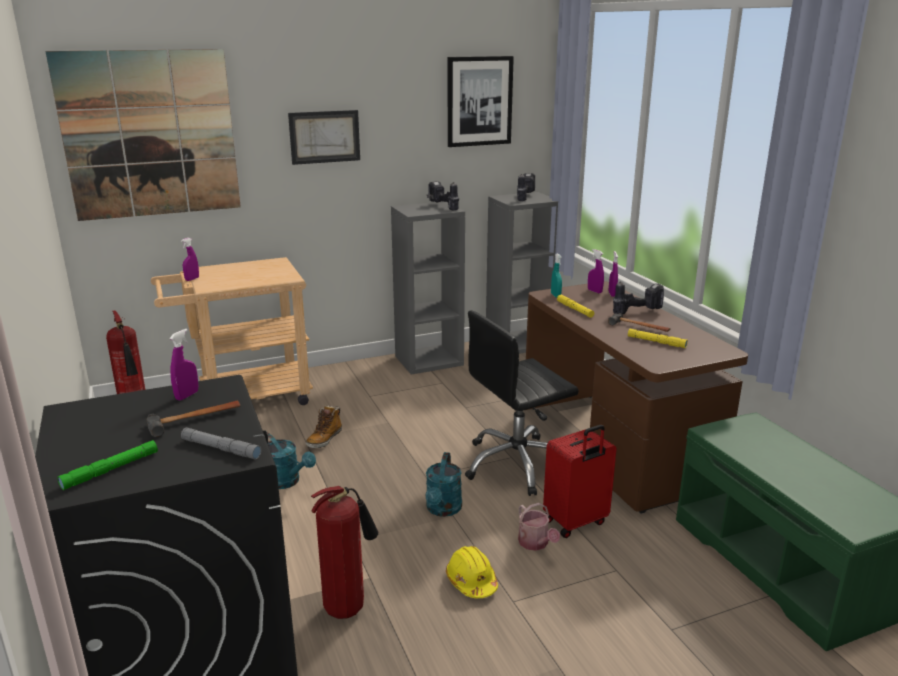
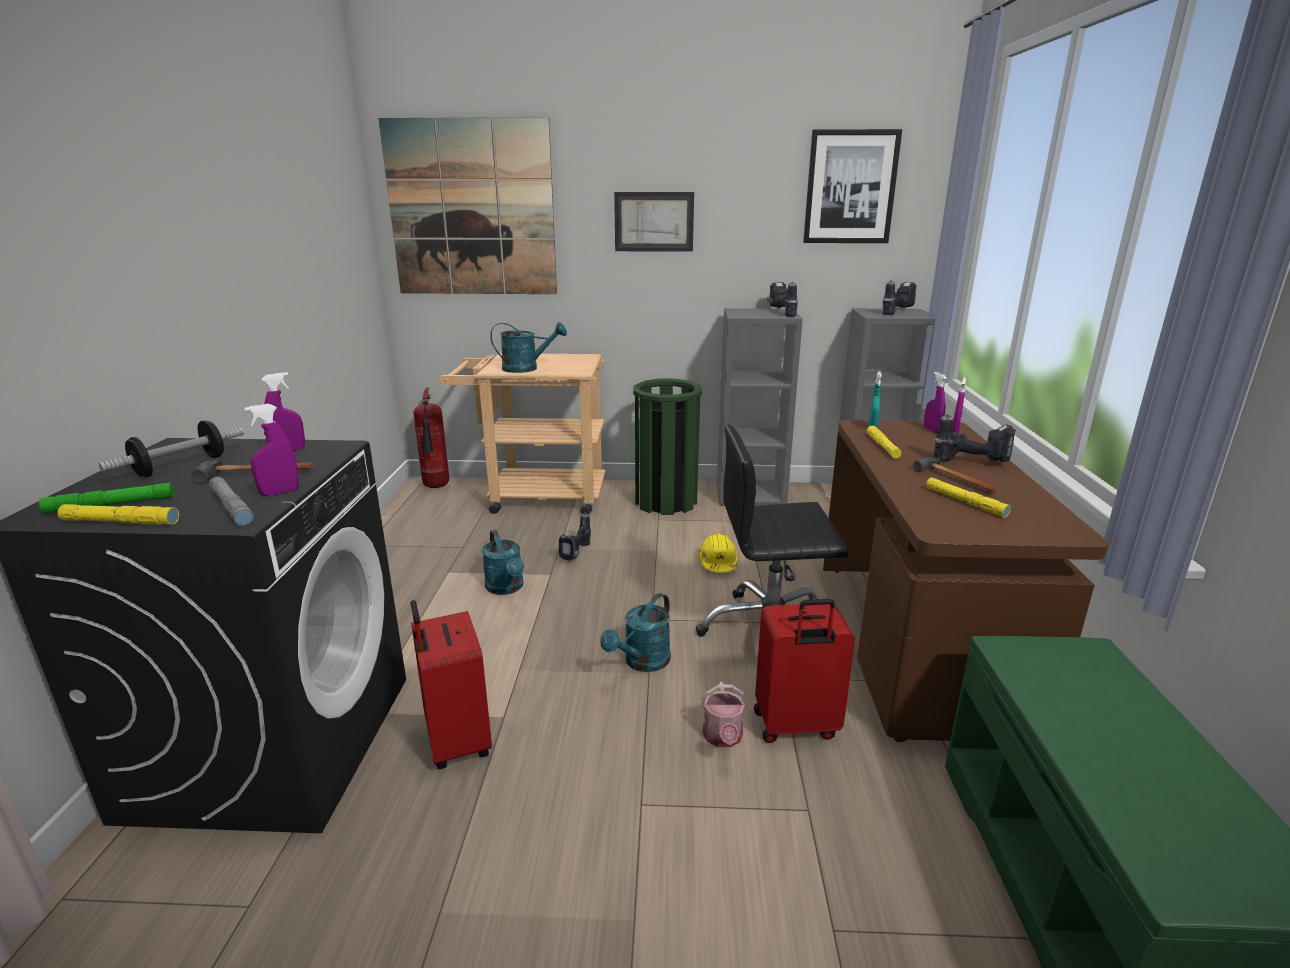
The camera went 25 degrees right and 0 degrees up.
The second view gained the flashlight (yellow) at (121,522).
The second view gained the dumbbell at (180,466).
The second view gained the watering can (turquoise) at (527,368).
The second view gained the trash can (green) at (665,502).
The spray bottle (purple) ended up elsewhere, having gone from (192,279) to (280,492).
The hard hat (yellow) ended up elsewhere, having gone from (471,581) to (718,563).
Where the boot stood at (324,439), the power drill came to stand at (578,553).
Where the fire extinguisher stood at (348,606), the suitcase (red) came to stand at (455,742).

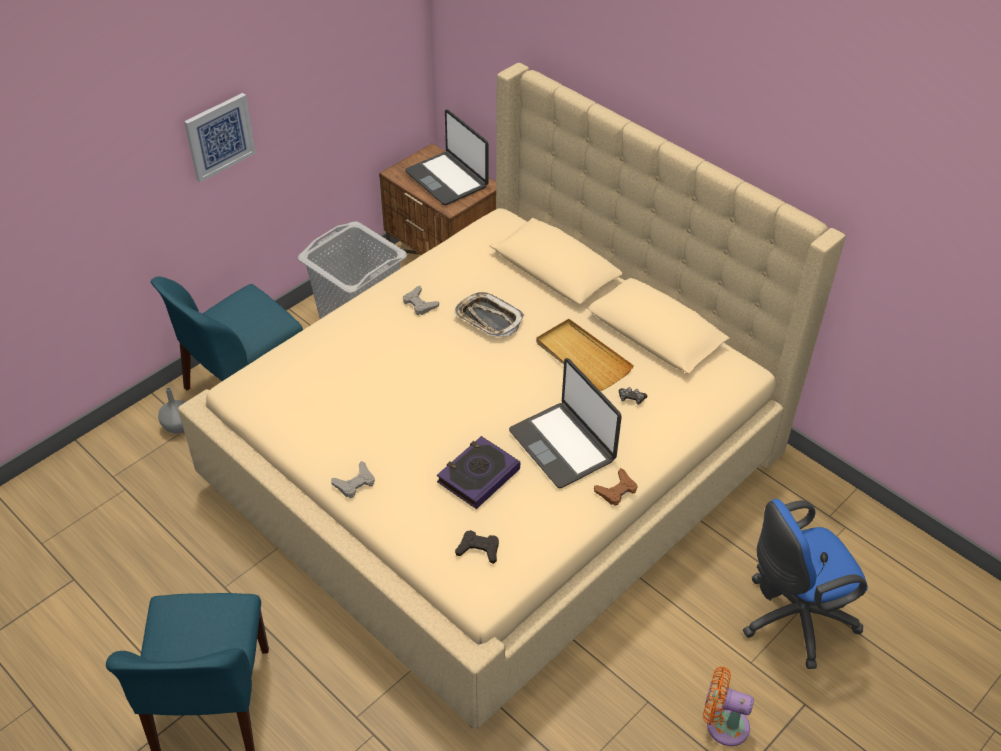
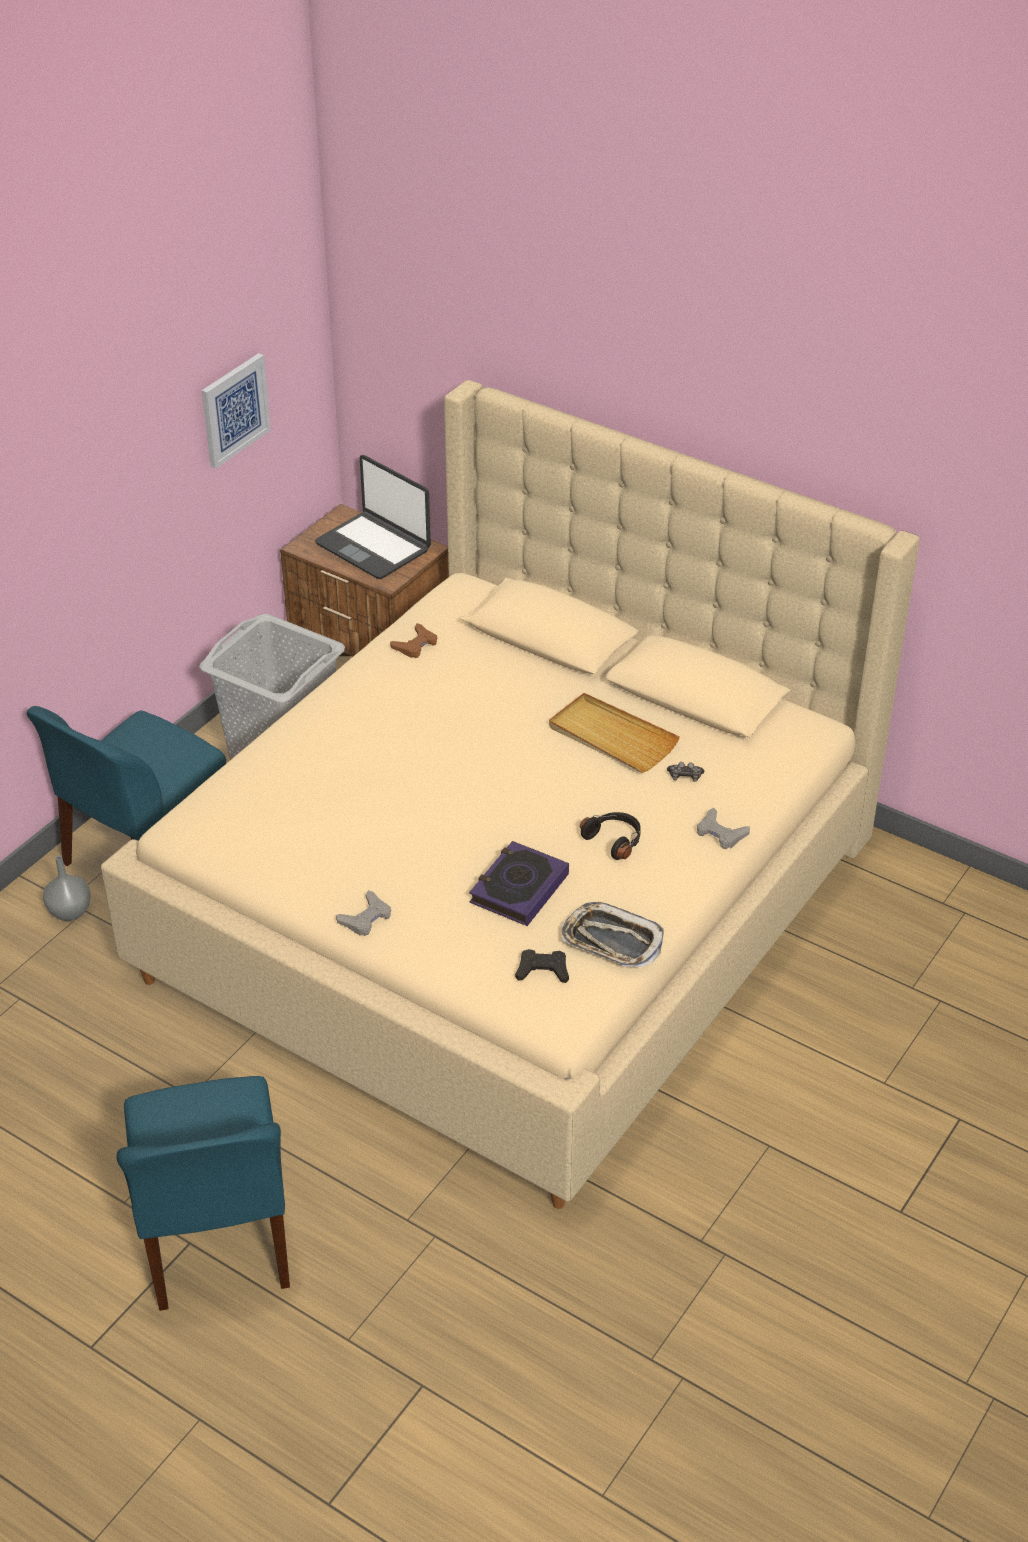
The camera went 10 degrees left and 5 degrees down.
The second view lost the fan (orange) at (723,724).
The second view lost the office chair (blue) at (791,619).
The picture ended up elsewhere, having gone from (219,136) to (234,409).
The game controller (grey) ended up elsewhere, having gone from (419,304) to (720,833).
The tray ended up elsewhere, having gone from (488,319) to (612,941).
The game controller (brown) ended up elsewhere, having gone from (616,490) to (415,645).
Where the laptop stood at (563,445), the headphones (black) came to stand at (614,840).

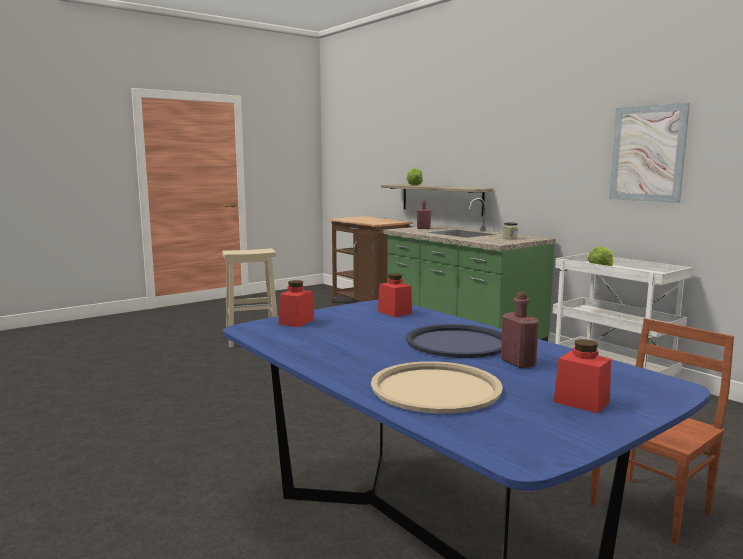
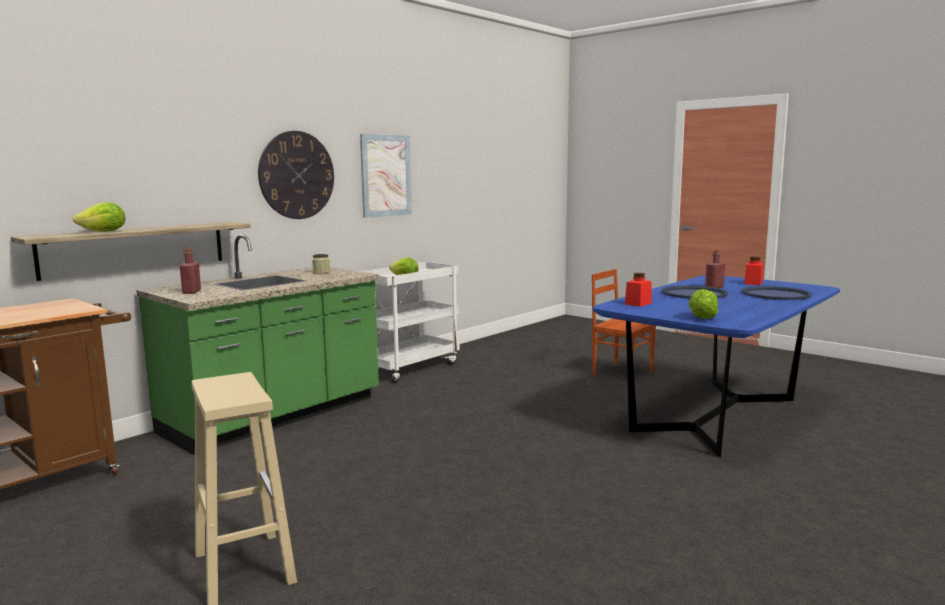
The camera went 100 degrees left and 0 degrees up.
The second view gained the wall clock at (297,175).
Where the jar (red) stood at (296,322), the lettuce came to stand at (702,318).
What was the tray (beige) at (435,388) turned into the tray (blue) at (776,294).

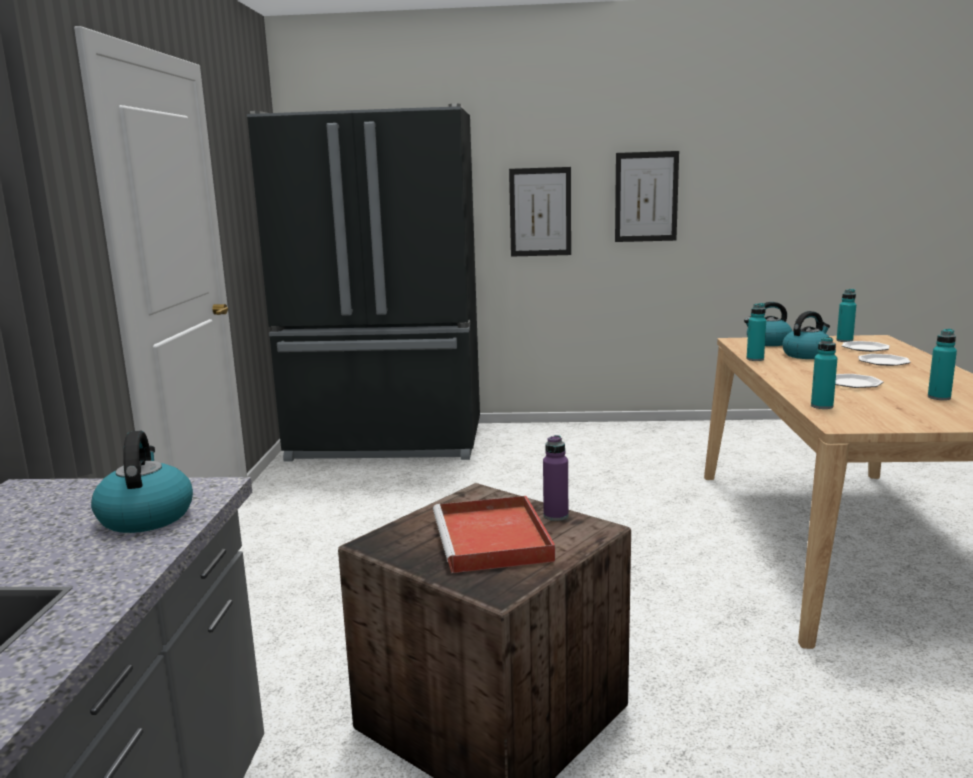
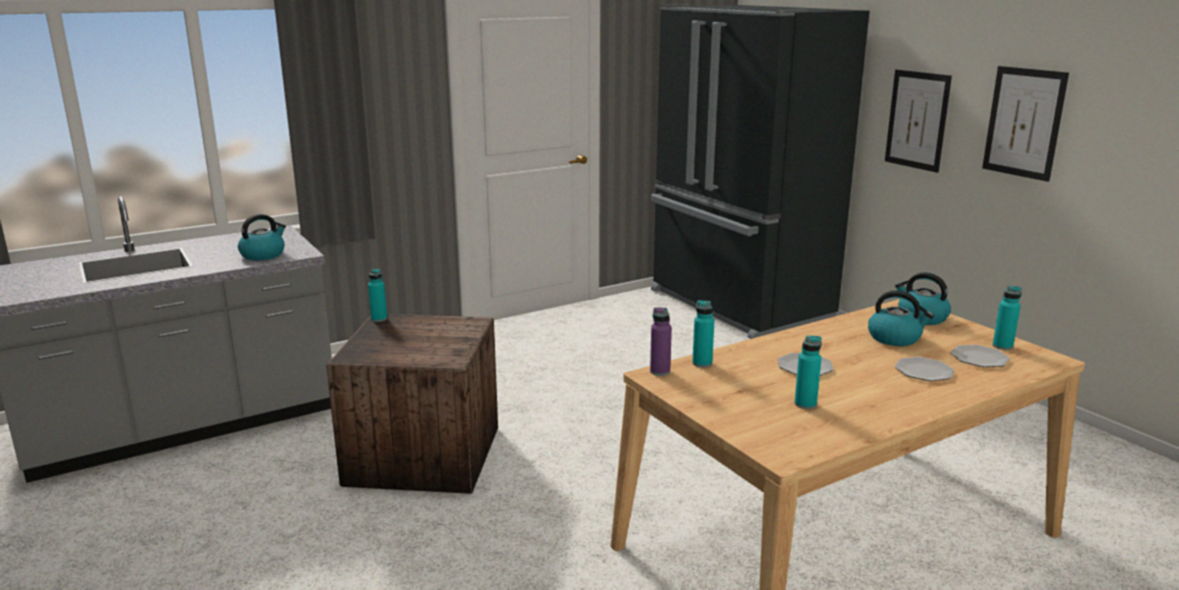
The camera went 55 degrees right and 5 degrees up.
The second view lost the tray (red) at (493,540).
The bottle (purple) ended up elsewhere, having gone from (556,516) to (660,371).
The bottle (turquoise) ended up elsewhere, having gone from (755,359) to (379,319).

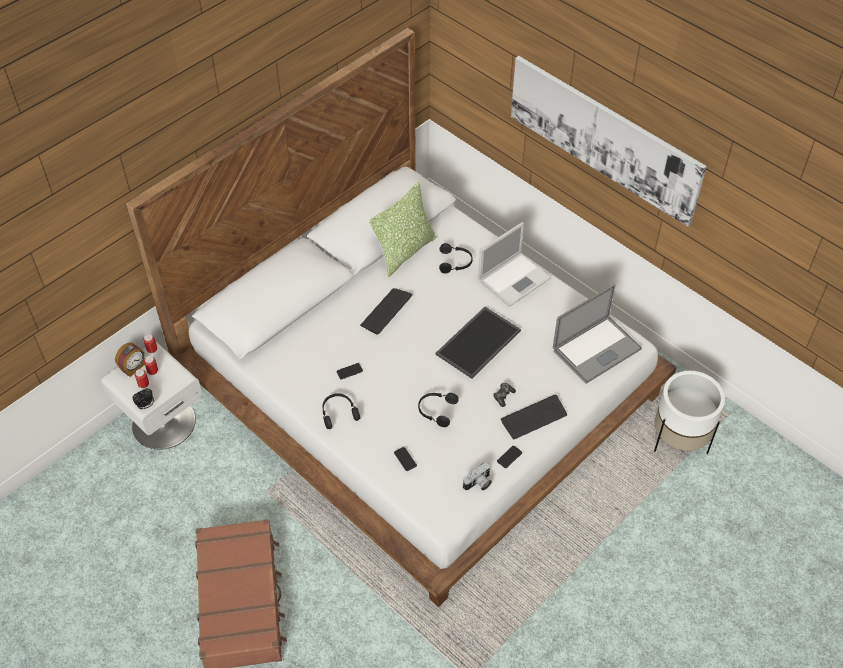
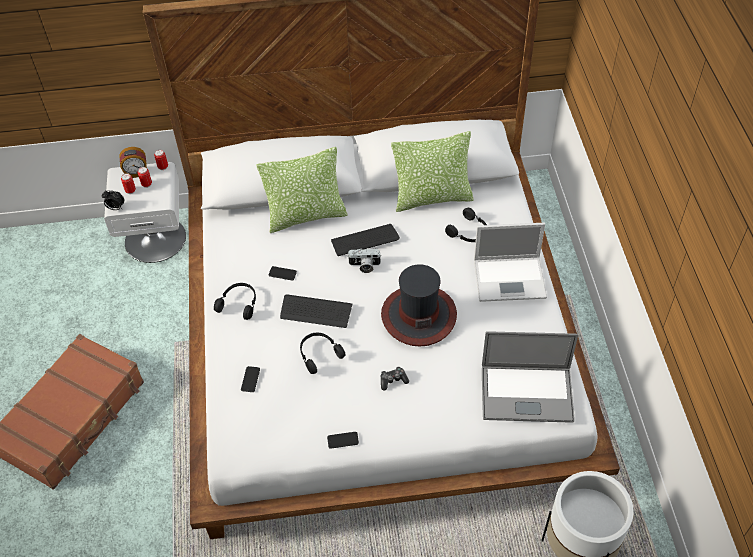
The camera went 40 degrees right and 0 degrees up.
The second view lost the picture at (603,138).
The second view gained the pillow at (306,216).
The photo camera ended up elsewhere, having gone from (478,483) to (364,266).
The keyboard ended up elsewhere, having gone from (534,418) to (316,312).
Where the tray stood at (477,341), the hat came to stand at (418,315).

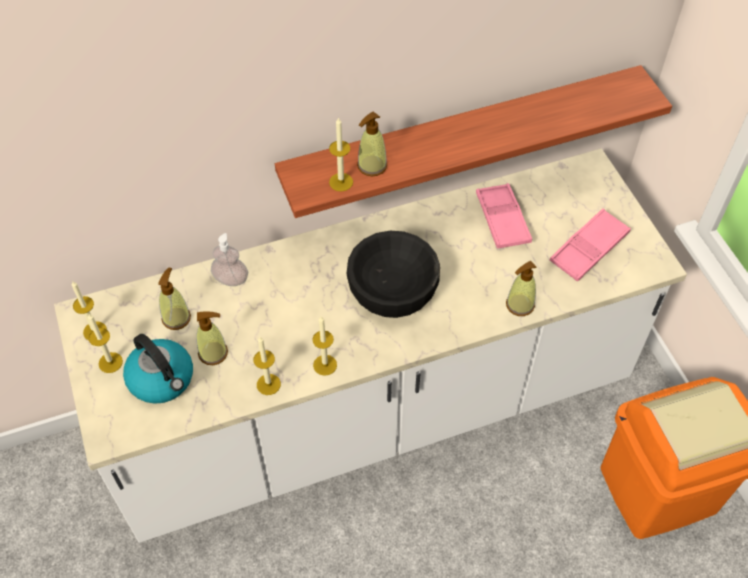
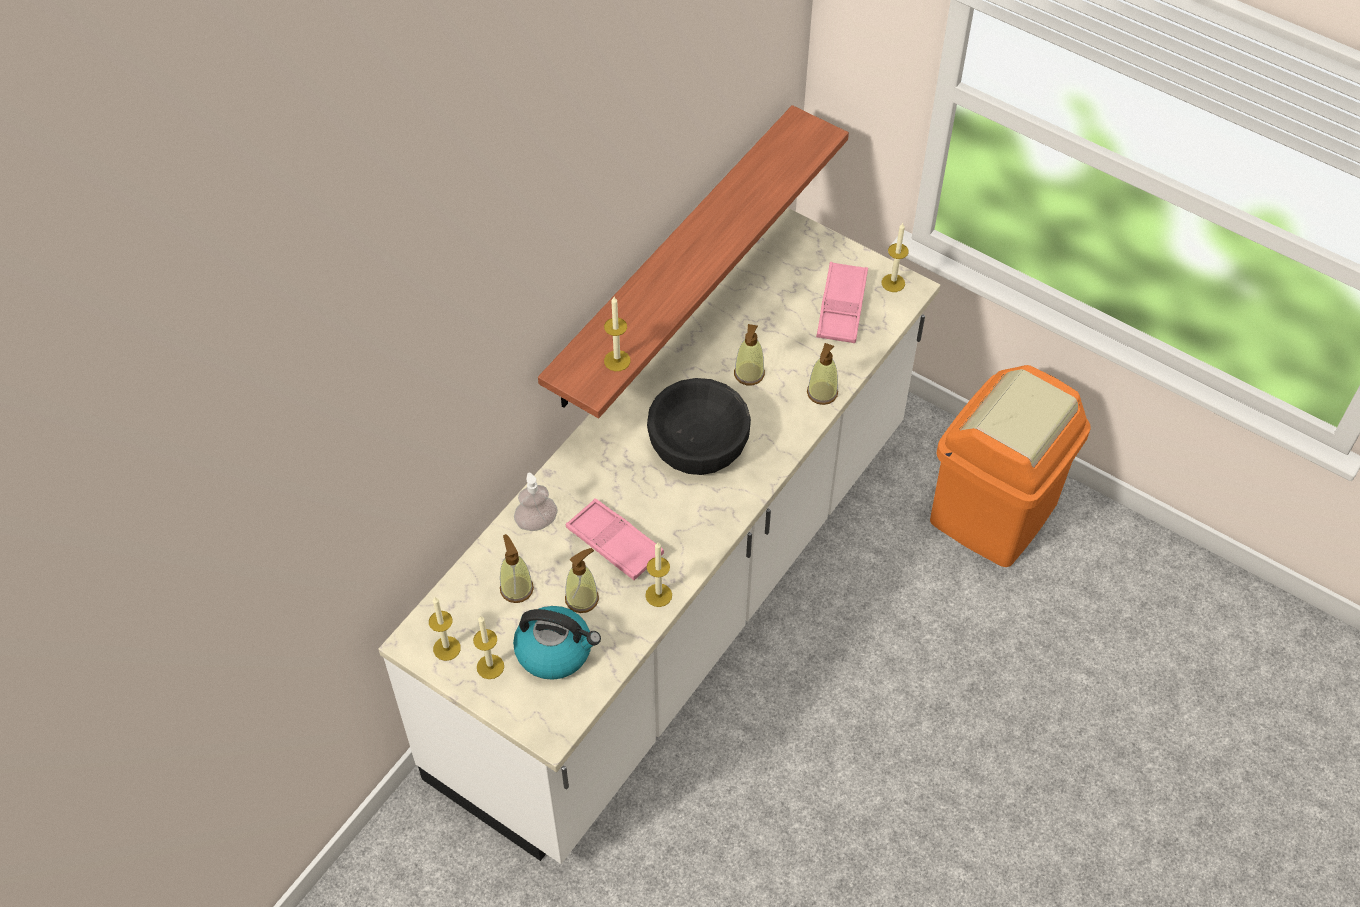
The camera went 35 degrees left and 0 degrees up.
The candle ended up elsewhere, having gone from (325,365) to (893,283).
The soap dispenser ended up elsewhere, having gone from (372,166) to (749,374).
The tray (pink) ended up elsewhere, having gone from (502,220) to (614,543).

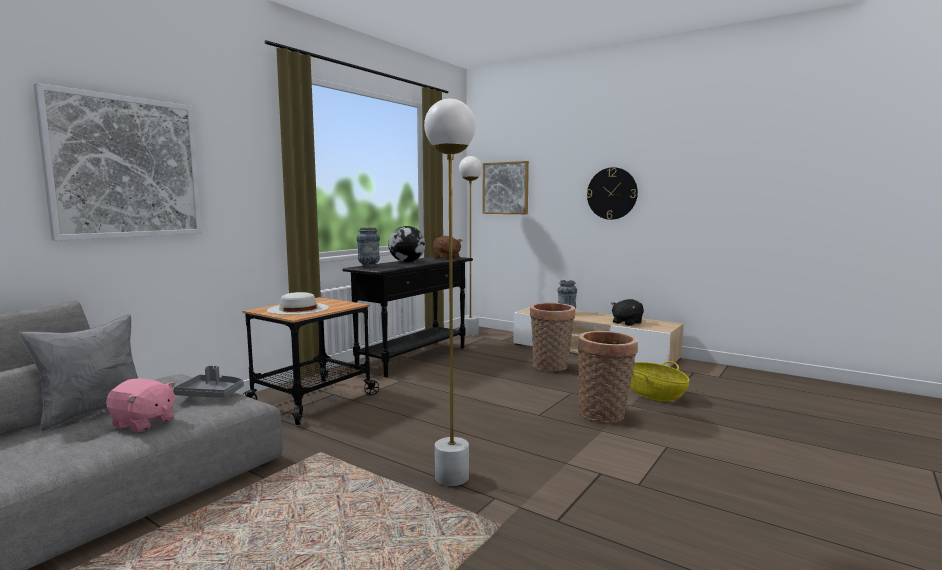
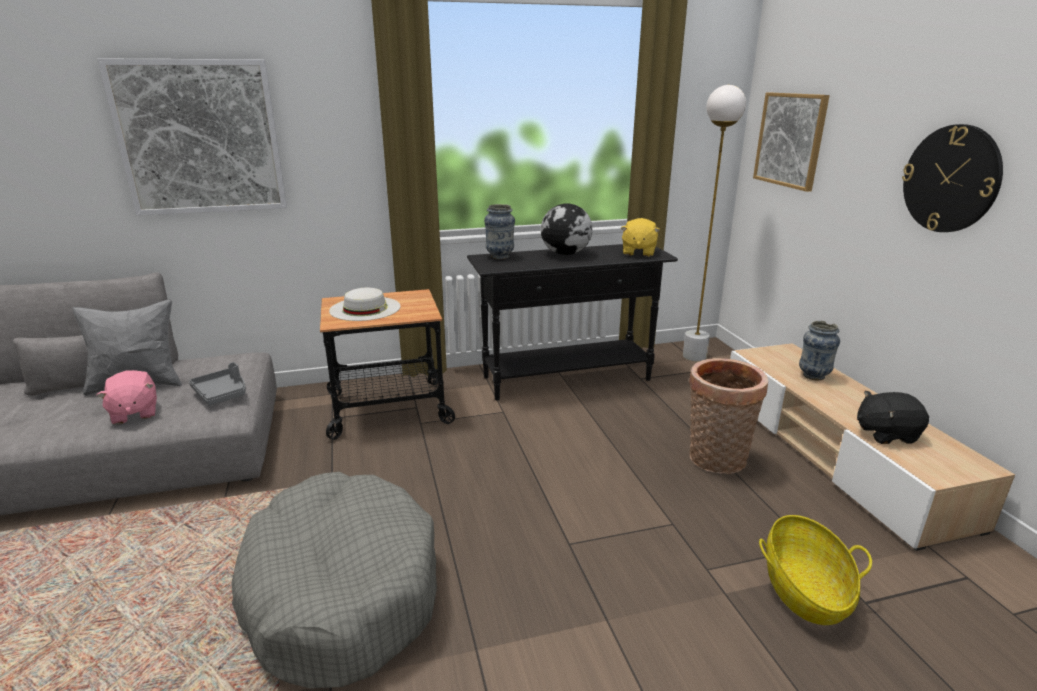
The camera went 40 degrees right and 15 degrees up.
The second view lost the basket at (604,415).
Where the floor lamp (white) stood at (452,477), the dog bed (grey) came to stand at (340,591).
What was the plush toy (brown) at (446,258) turned into the plush toy (yellow) at (638,252).

